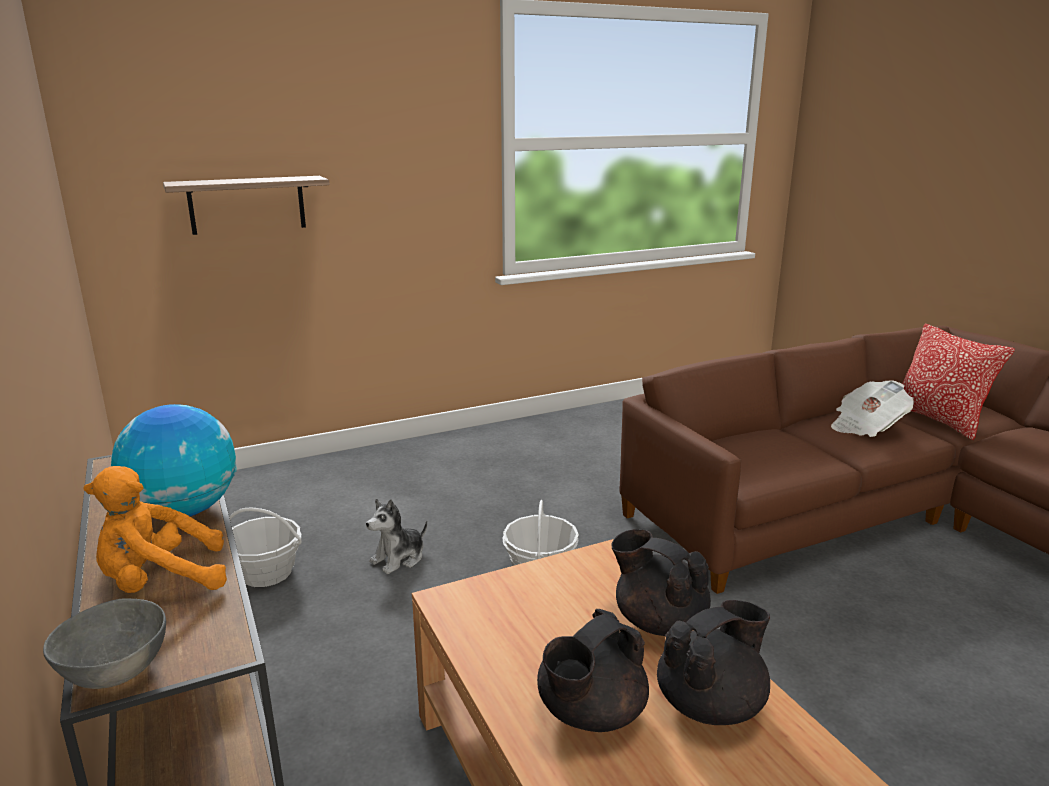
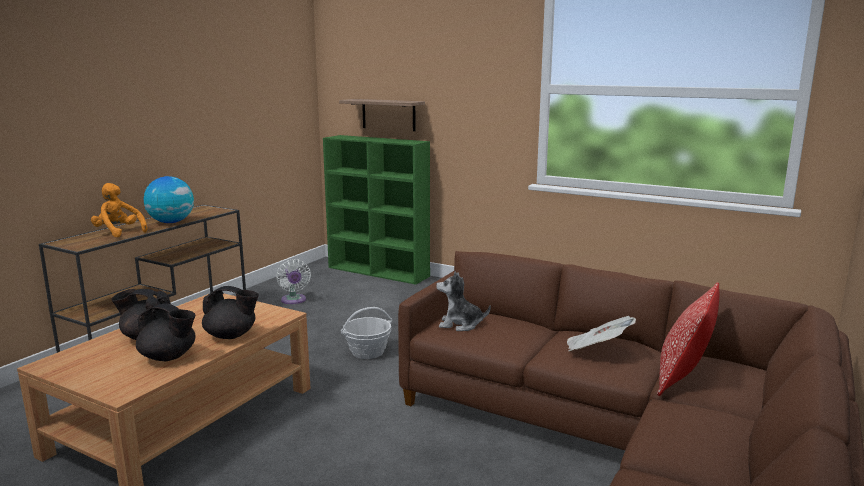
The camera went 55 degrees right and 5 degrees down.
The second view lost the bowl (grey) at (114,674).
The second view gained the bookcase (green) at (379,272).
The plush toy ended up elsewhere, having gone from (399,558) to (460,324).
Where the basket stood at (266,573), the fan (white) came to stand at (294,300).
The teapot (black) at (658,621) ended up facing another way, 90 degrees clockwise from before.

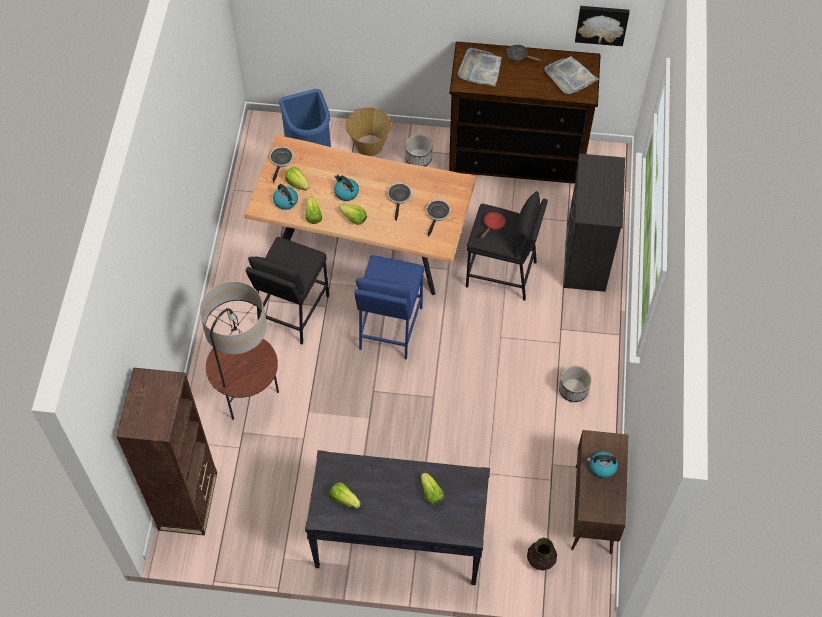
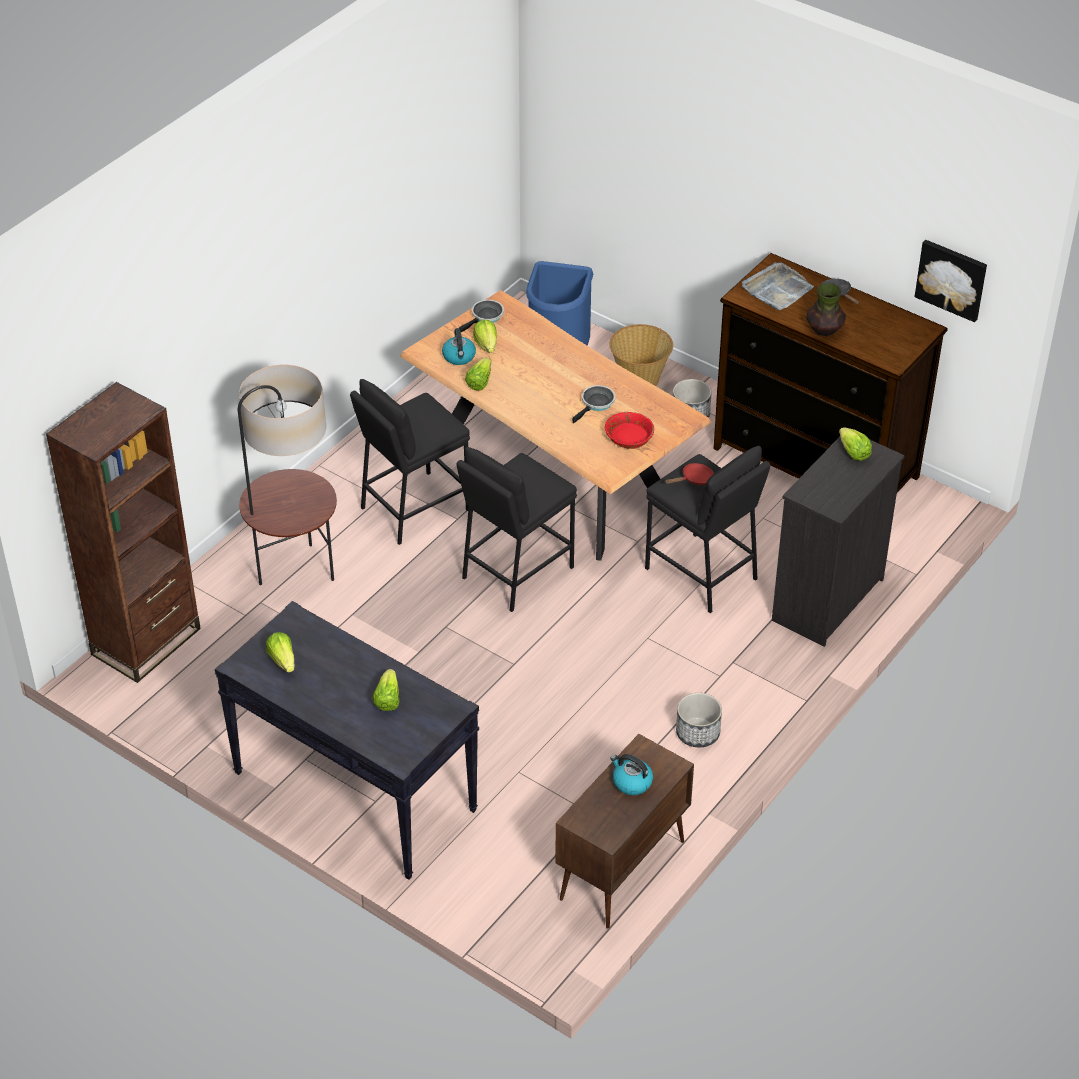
The camera went 30 degrees right and 15 degrees down.
The second view lost the kettle at (346,192).
The second view lost the tray (grey) at (570,77).
The lettuce ended up elsewhere, having gone from (354,219) to (853,453).
The vase ended up elsewhere, having gone from (541,560) to (824,330).
Where the frying pan stood at (437,215), the bowl (red) came to stand at (629,438).
What was the stool (blue) at (389,328) turned into the stool (black) at (516,572).

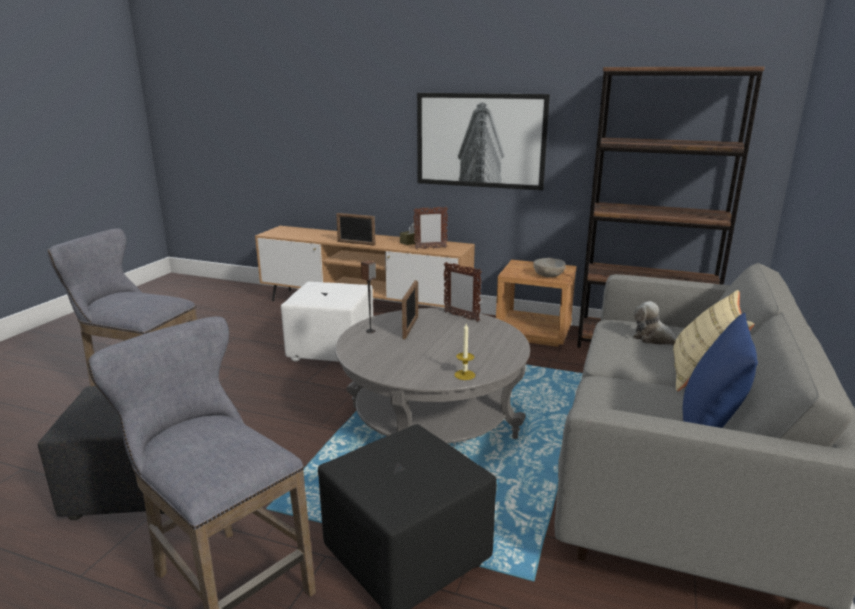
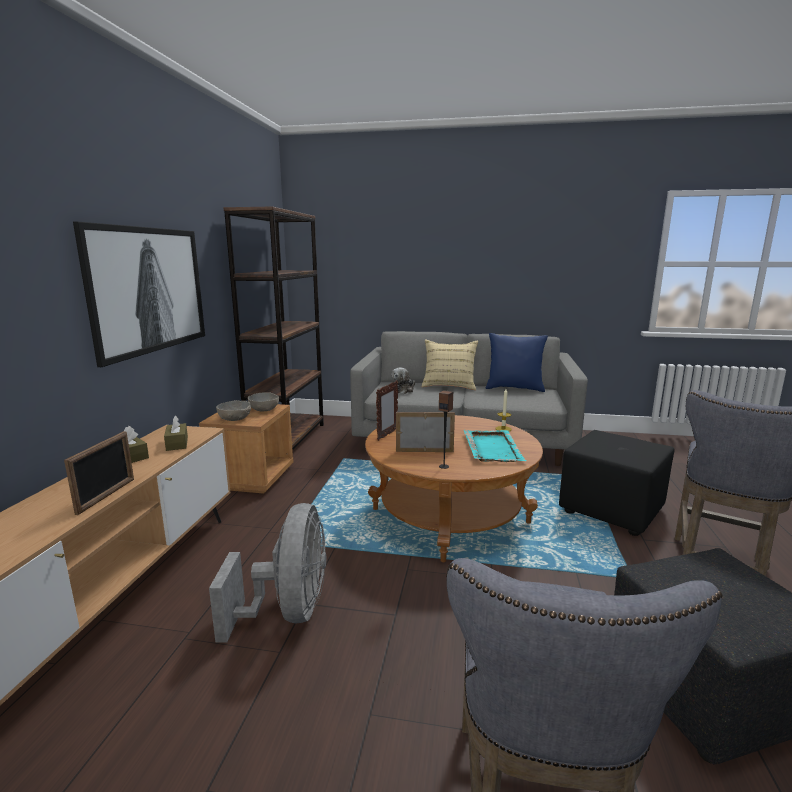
The camera went 100 degrees left and 5 degrees down.
The second view gained the bowl (grey) at (235,419).
The second view gained the tray (turquoise) at (492,447).
Where the ottoman (white) stood at (332,350), the fan (grey) came to stand at (289,611).
Where the picture frame stood at (430,248), the tissue box (brown) came to stand at (177,443).
What was the coffee table (grey) at (432,422) turned into the coffee table (brown) at (450,516).

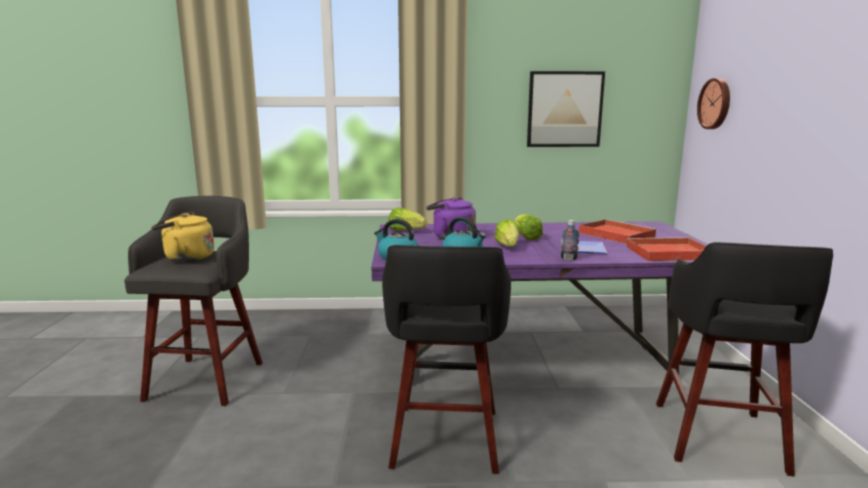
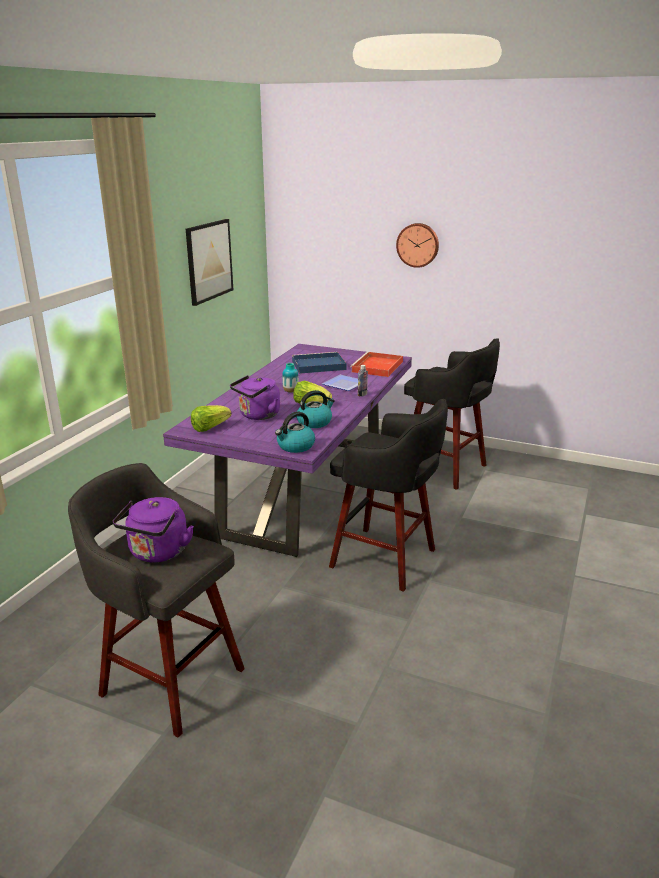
The camera went 65 degrees left and 10 degrees up.
The wall clock ended up elsewhere, having gone from (715,104) to (418,245).
Where the lettuce stood at (526,237), the vase came to stand at (290,391).
What was the kettle (yellow) at (186,258) turned into the kettle (purple) at (157,553).
What was the tray (red) at (615,234) turned into the tray (blue) at (317,365).

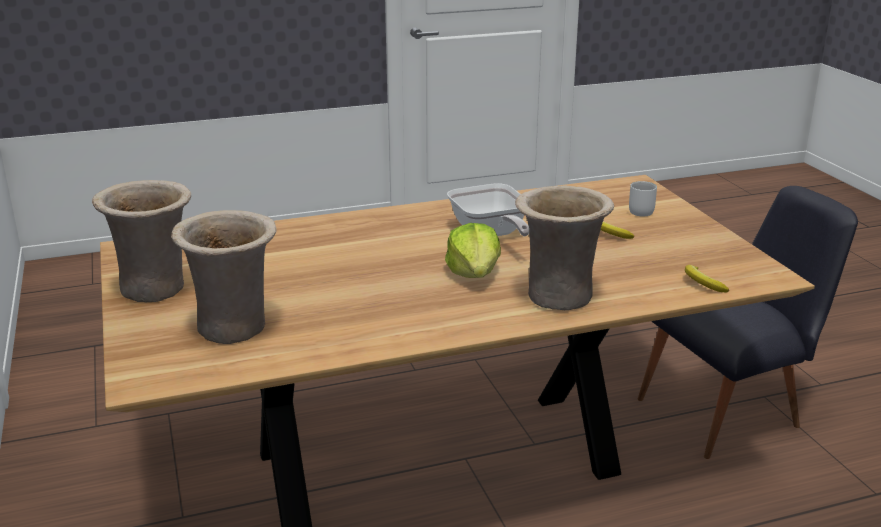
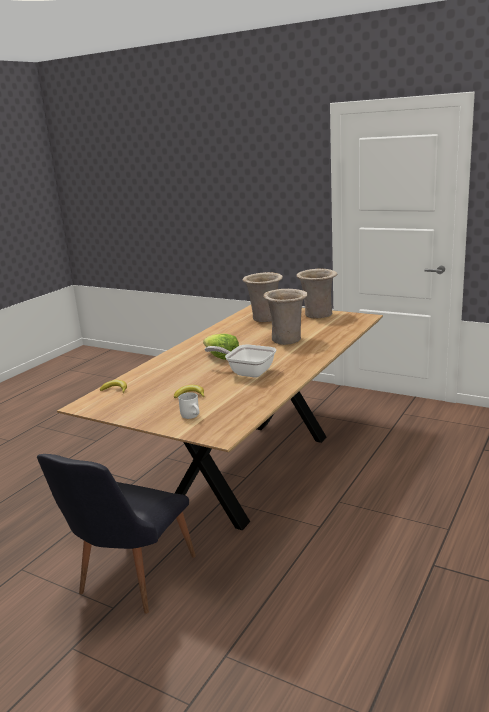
The camera went 140 degrees right and 5 degrees down.
The vase (beige) ended up elsewhere, having gone from (557,296) to (287,340).

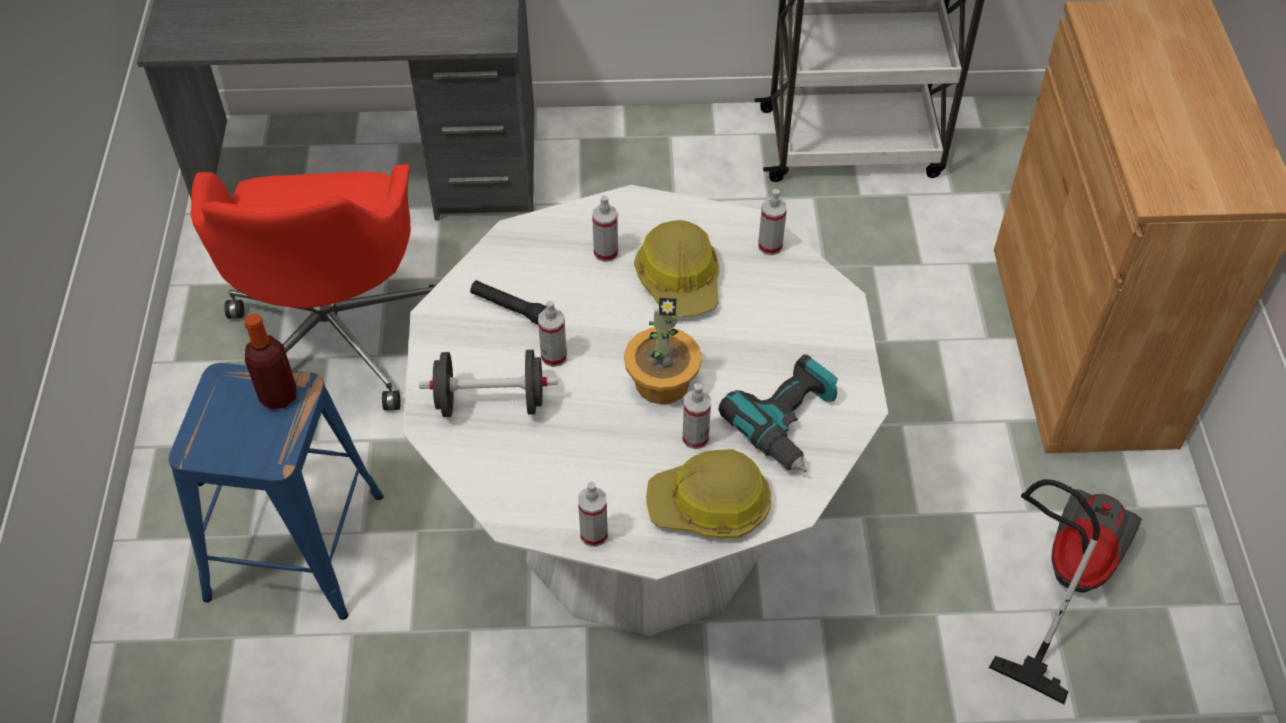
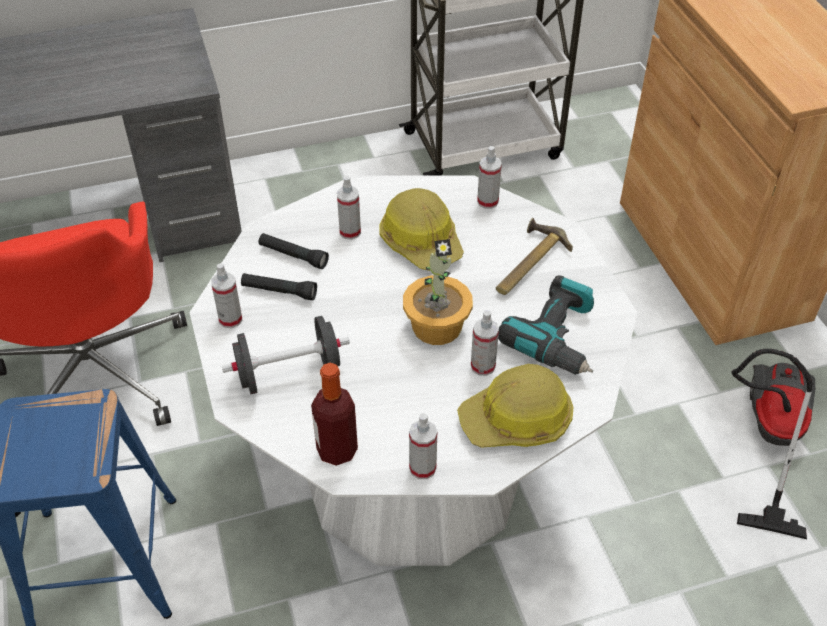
The camera went 15 degrees left and 5 degrees down.
The second view gained the flashlight (black) at (293,256).
The second view gained the hammer at (526,263).
The bottle ended up elsewhere, having gone from (278,396) to (337,450).
The spray bottle ended up elsewhere, having gone from (554,356) to (230,319).

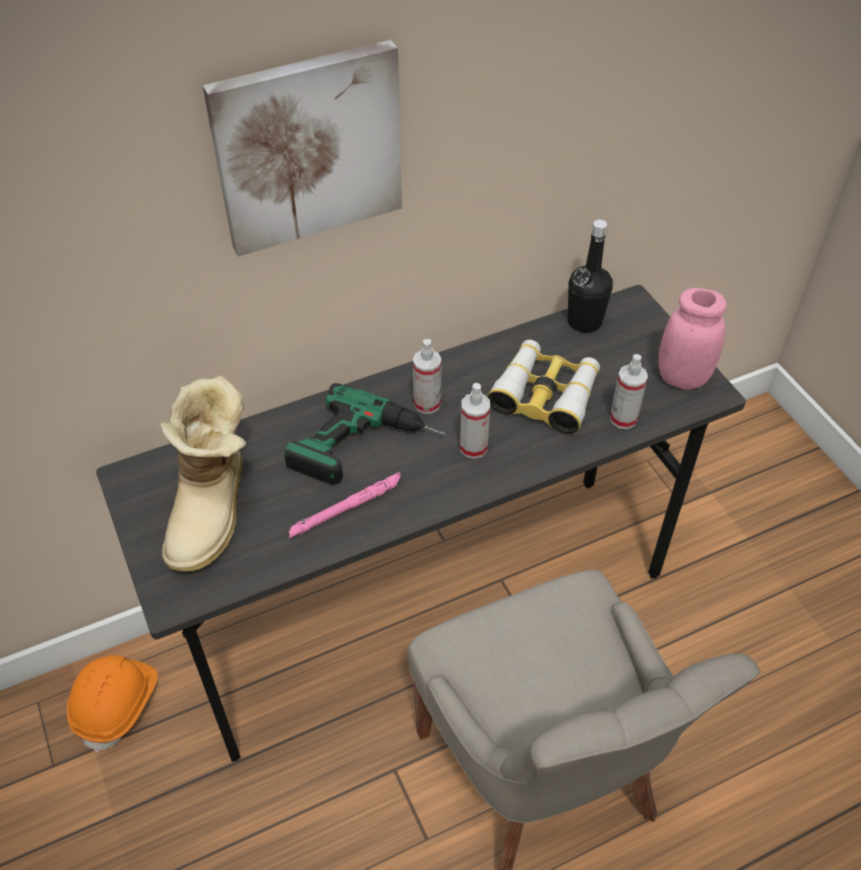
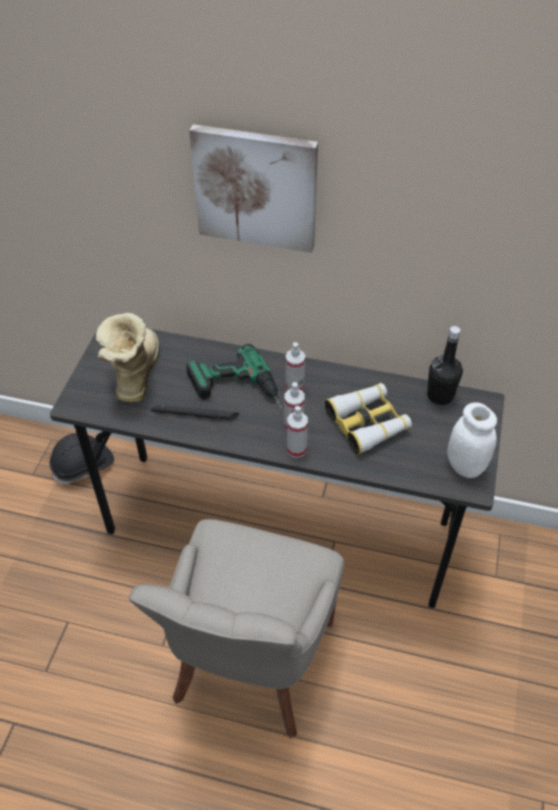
The camera went 40 degrees right and 0 degrees up.
The spray bottle ended up elsewhere, having gone from (623,418) to (296,449).
What was the hard hat (orange) at (117,704) turned into the hard hat (black) at (83,466).
What was the flashlight (pink) at (347,508) turned into the flashlight (black) at (195,415).
What was the jar (pink) at (682,377) turned into the jar (white) at (465,466).
The boot at (214,509) ended up facing another way, 135 degrees clockwise from before.

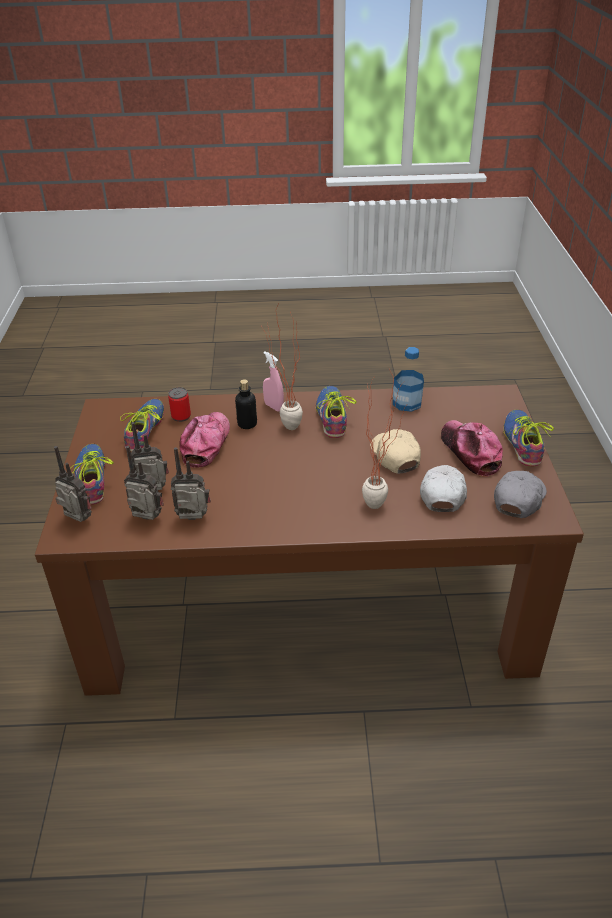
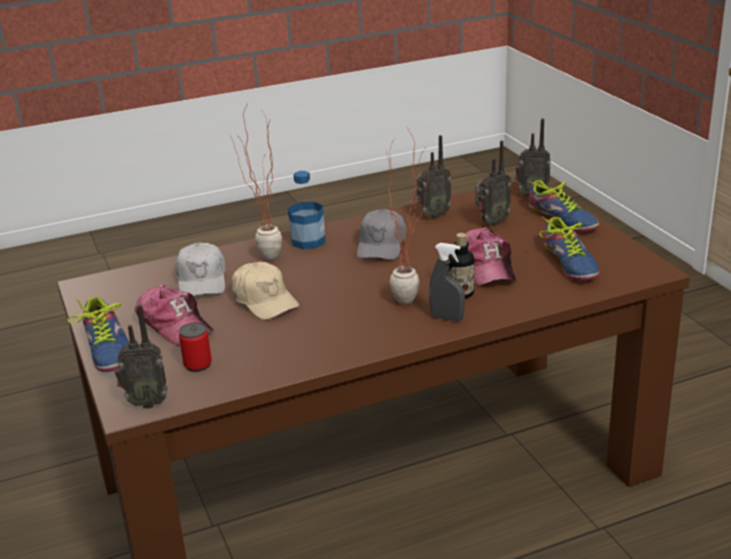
The camera went 160 degrees right and 10 degrees down.
The second view lost the shoe at (332,416).
The radio ended up elsewhere, having gone from (147,520) to (146,402).
The can ended up elsewhere, having gone from (181,416) to (198,365).
The bottle ended up elsewhere, having gone from (407,403) to (308,241).
The cap (grey) ended up elsewhere, having gone from (519,499) to (381,245).
What was the spray bottle (pink) at (273,407) turned into the spray bottle (grey) at (447,318).

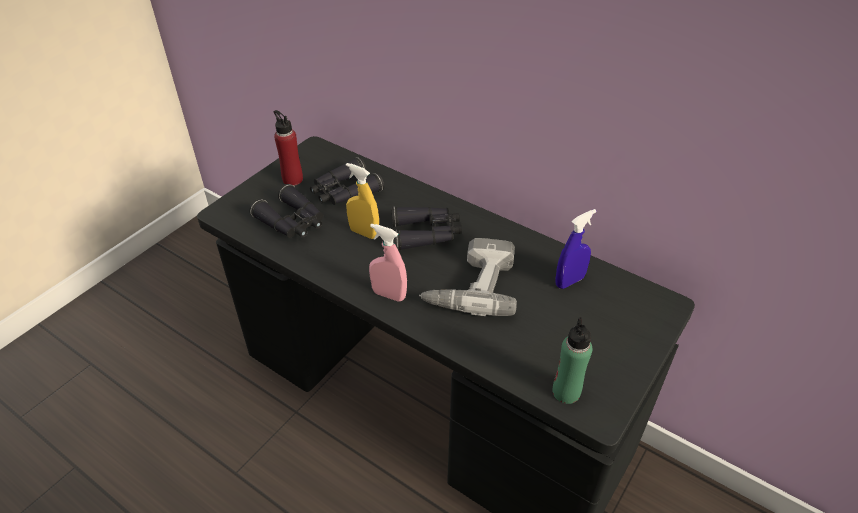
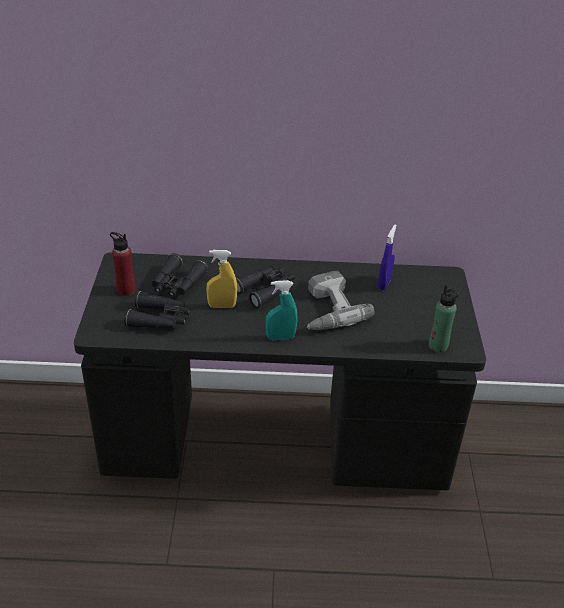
The camera went 35 degrees left and 5 degrees down.
What was the spray bottle (pink) at (389,295) turned into the spray bottle (turquoise) at (280,337).

